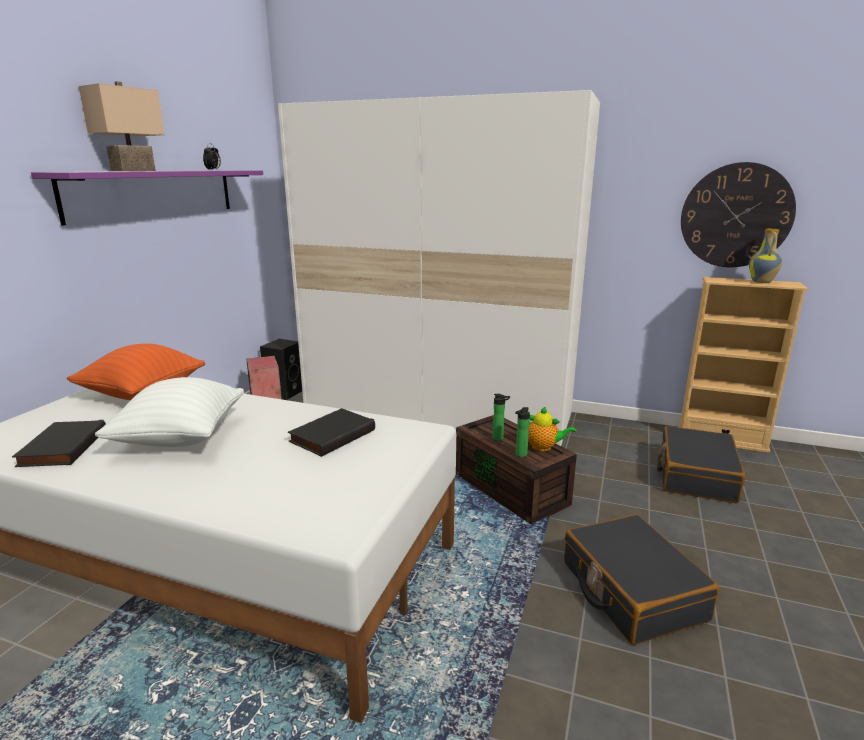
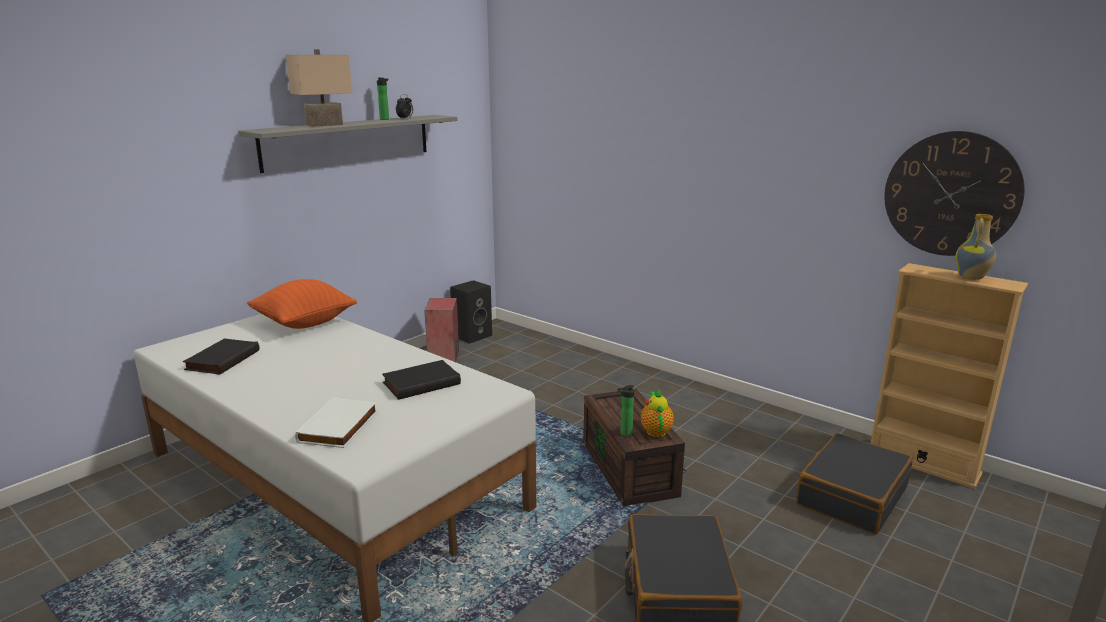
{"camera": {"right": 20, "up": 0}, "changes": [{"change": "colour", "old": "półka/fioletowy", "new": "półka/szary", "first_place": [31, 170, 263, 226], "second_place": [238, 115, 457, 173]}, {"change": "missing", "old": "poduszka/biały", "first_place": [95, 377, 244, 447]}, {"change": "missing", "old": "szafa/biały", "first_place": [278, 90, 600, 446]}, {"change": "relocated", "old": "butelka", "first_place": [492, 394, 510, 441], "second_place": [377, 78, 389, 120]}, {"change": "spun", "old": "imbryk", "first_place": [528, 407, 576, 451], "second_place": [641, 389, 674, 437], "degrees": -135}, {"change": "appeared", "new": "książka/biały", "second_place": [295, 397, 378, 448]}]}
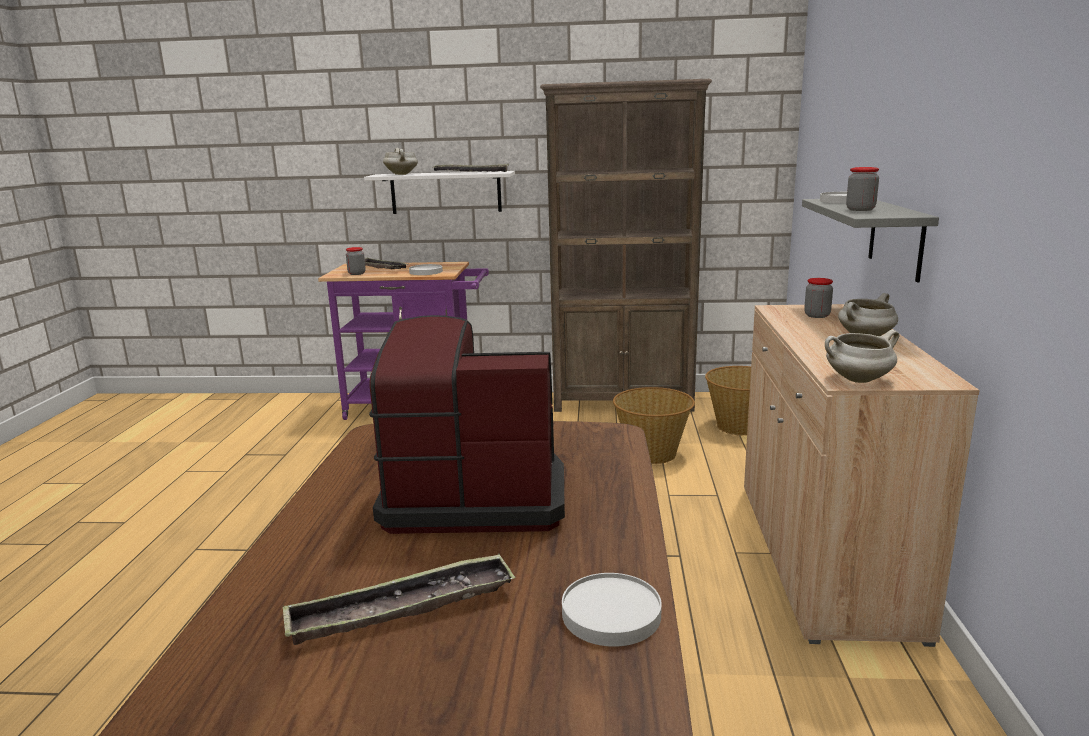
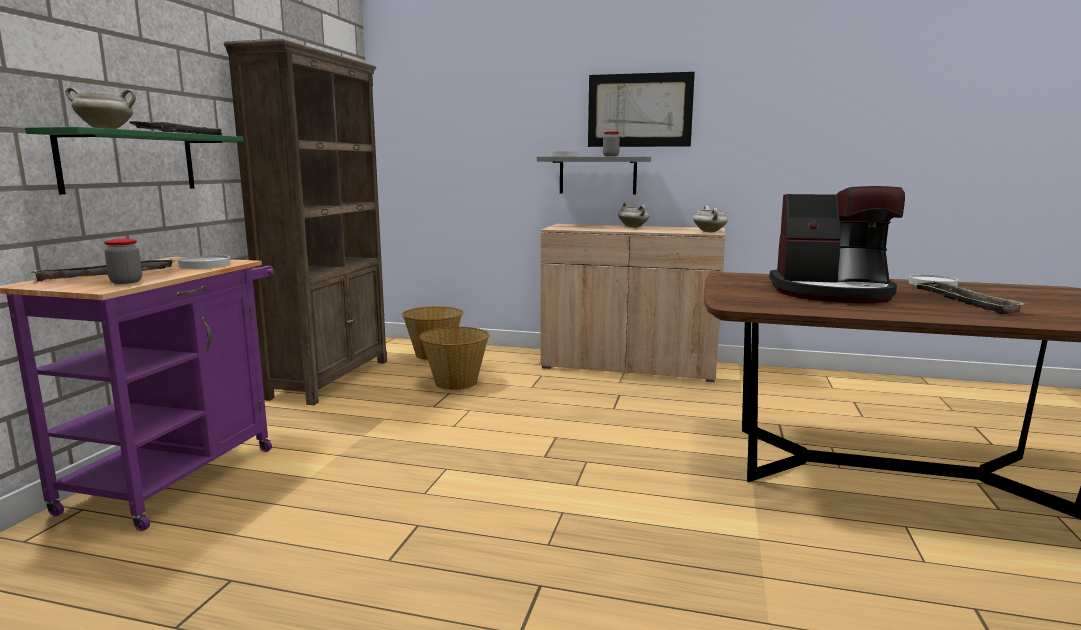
{"camera": {"right": -80, "up": -5}, "changes": [{"change": "colour", "old": "półka/biały", "new": "półka/zielony", "first_place": [364, 171, 515, 214], "second_place": [25, 127, 244, 194]}, {"change": "spun", "old": "ekspres do kawy", "first_place": [369, 315, 565, 534], "second_place": [769, 186, 905, 303], "degrees": -90}, {"change": "missing", "old": "słoik", "first_place": [804, 278, 833, 318]}, {"change": "appeared", "new": "obraz", "second_place": [588, 72, 695, 147]}]}
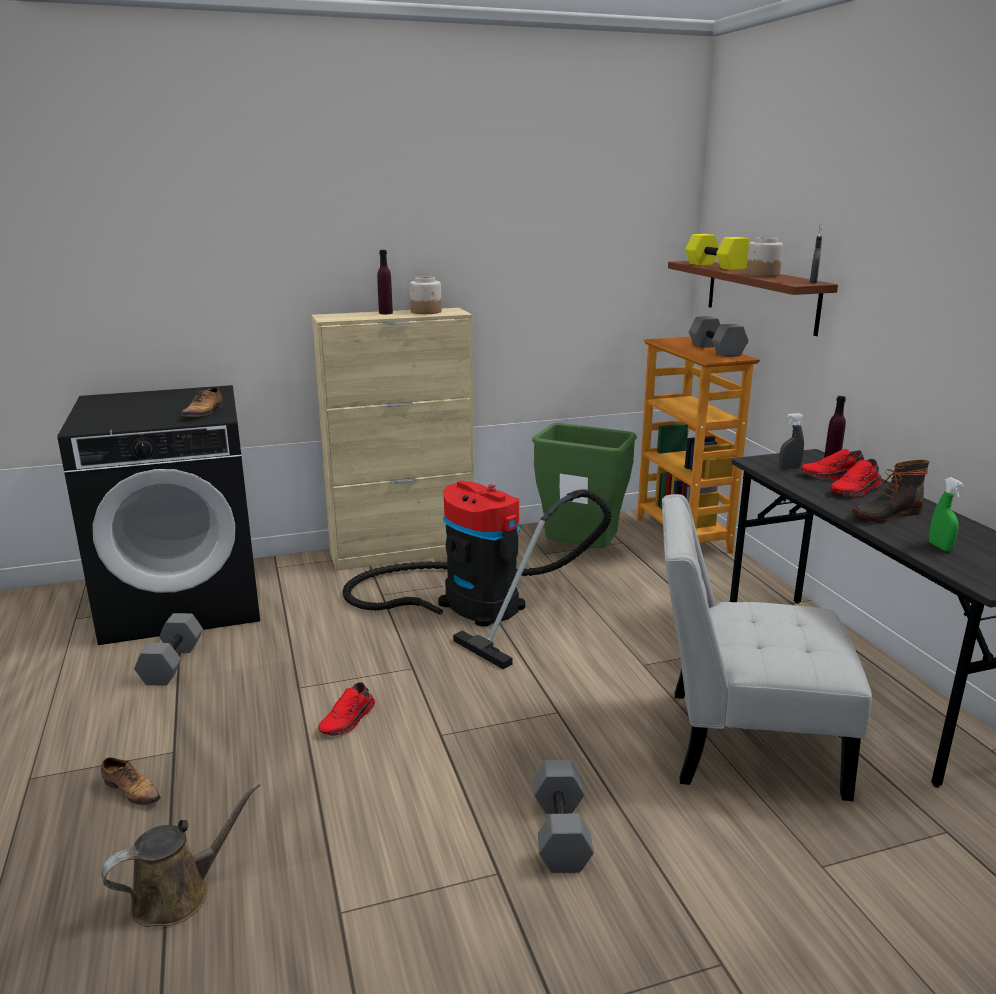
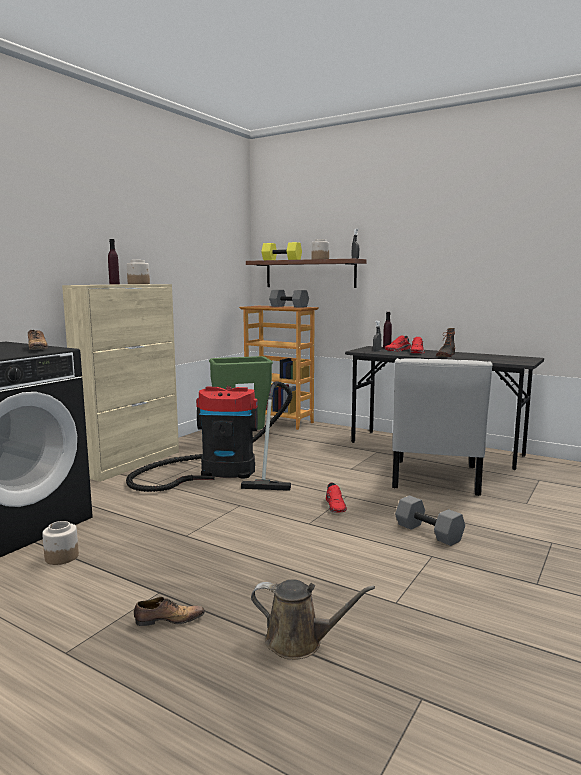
{"camera": {"right": -40, "up": -10}, "changes": [{"change": "spun", "old": "konewka/brązowy", "first_place": [101, 783, 260, 927], "second_place": [251, 579, 375, 660], "degrees": 90}, {"change": "exchanged", "old": "hantel/szary", "new": "słoik", "first_place": [134, 613, 203, 686], "second_place": [42, 521, 79, 565]}, {"change": "relocated", "old": "but/czerwony", "first_place": [318, 682, 375, 736], "second_place": [326, 483, 347, 513]}, {"change": "spun", "old": "krzesło/biały", "first_place": [662, 494, 872, 801], "second_place": [392, 358, 493, 496], "degrees": -45}, {"change": "missing", "old": "spryskiwacz/zielony", "first_place": [929, 477, 964, 551]}]}
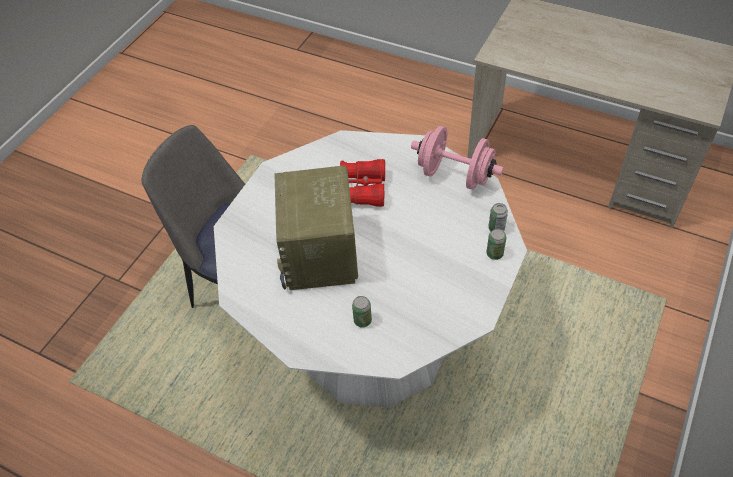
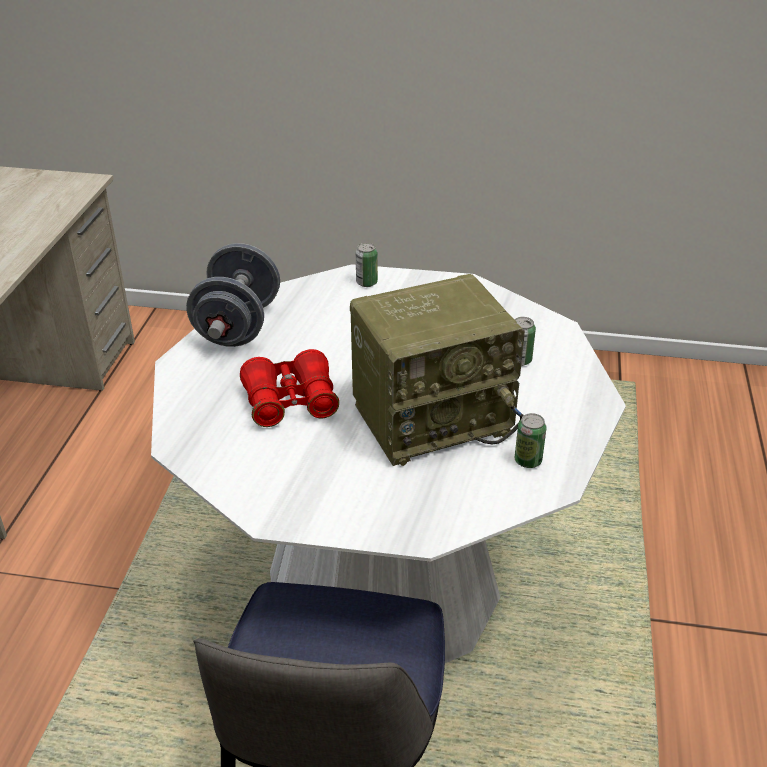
{"camera": {"right": -110, "up": -15}, "changes": [{"change": "colour", "old": "hantel/różowy", "new": "hantel/szary", "first_place": [411, 126, 504, 190], "second_place": [186, 243, 280, 347]}, {"change": "relocated", "old": "puszka", "first_place": [488, 203, 508, 231], "second_place": [514, 413, 547, 468]}]}
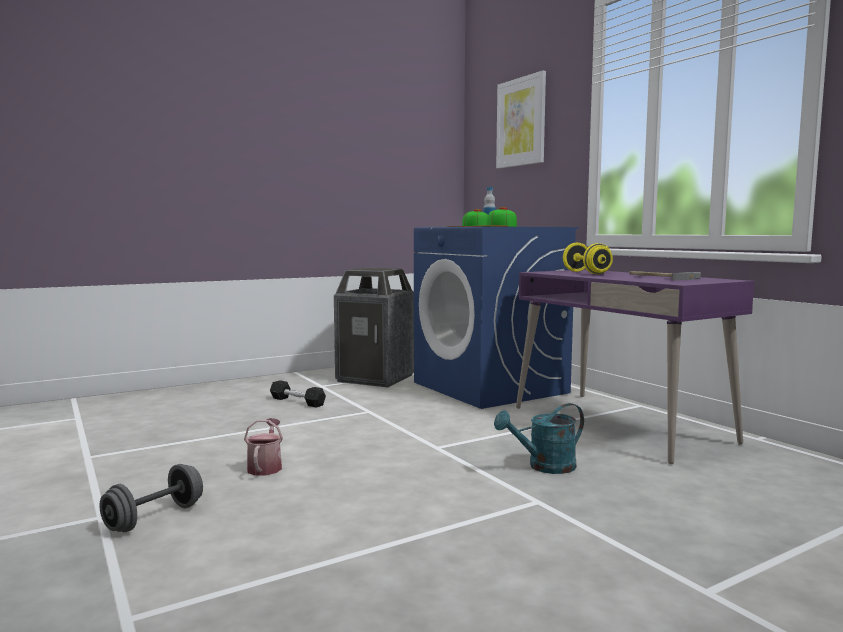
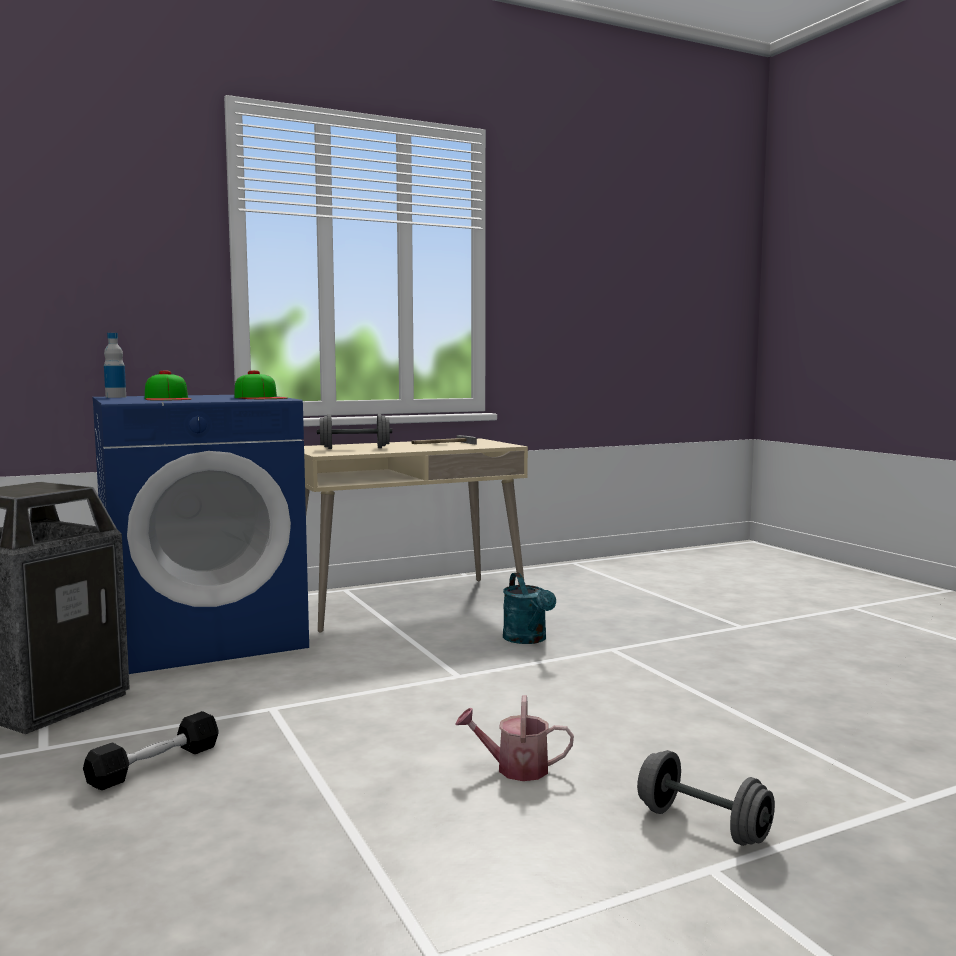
{"camera": {"right": -85, "up": 0}, "changes": [{"change": "missing", "old": "obraz", "first_place": [496, 70, 546, 169]}, {"change": "colour", "old": "biurko/fioletowy", "new": "biurko/beżowy", "first_place": [516, 270, 754, 464], "second_place": [304, 439, 528, 633]}, {"change": "colour", "old": "hantel/żółty", "new": "hantel/szary", "first_place": [563, 243, 613, 274], "second_place": [317, 414, 392, 449]}]}
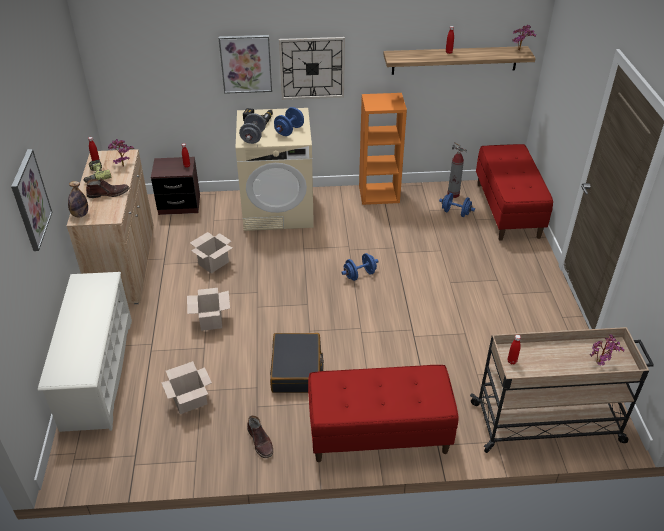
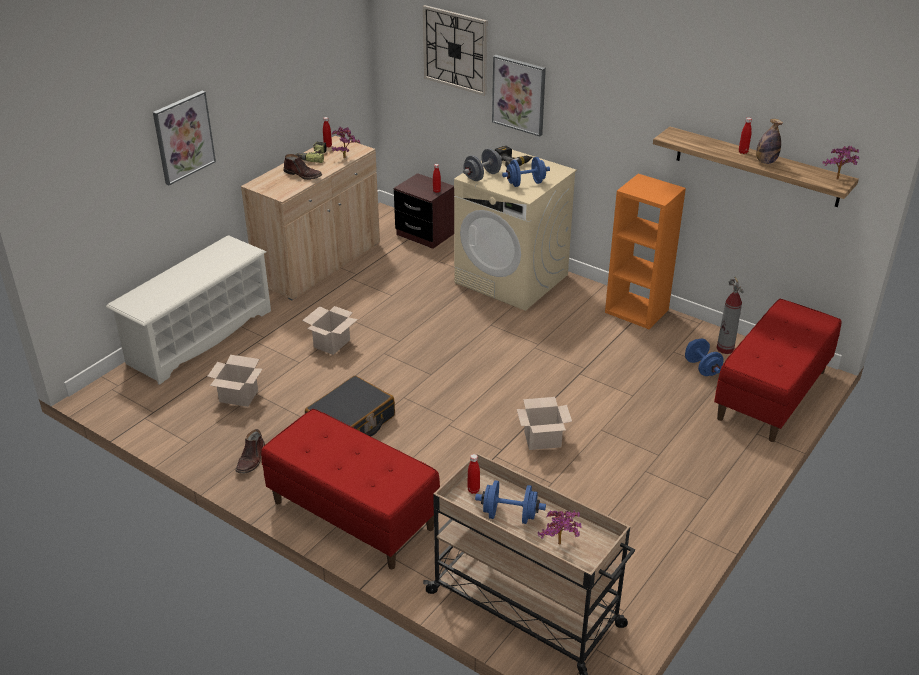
{"camera": {"right": 40, "up": -5}, "changes": [{"change": "relocated", "old": "butelka", "first_place": [68, 181, 88, 217], "second_place": [756, 119, 783, 164]}, {"change": "relocated", "old": "karton", "first_place": [190, 232, 233, 273], "second_place": [517, 397, 572, 450]}, {"change": "relocated", "old": "zegar ścienny", "first_place": [279, 37, 345, 100], "second_place": [423, 5, 487, 96]}, {"change": "relocated", "old": "hantel/niebieski", "first_place": [341, 253, 379, 281], "second_place": [475, 480, 546, 524]}]}
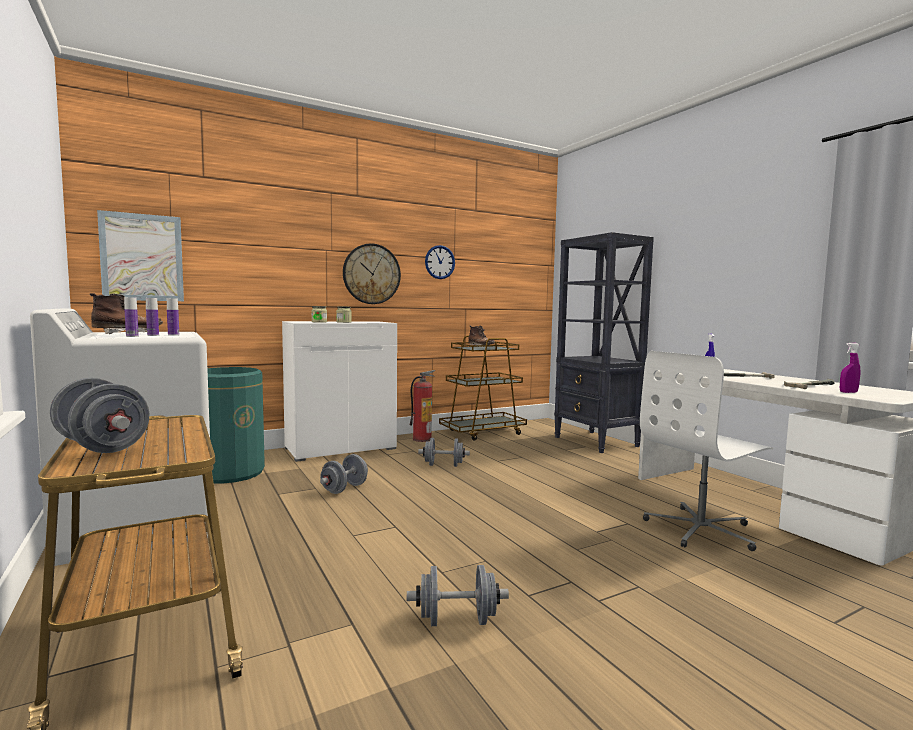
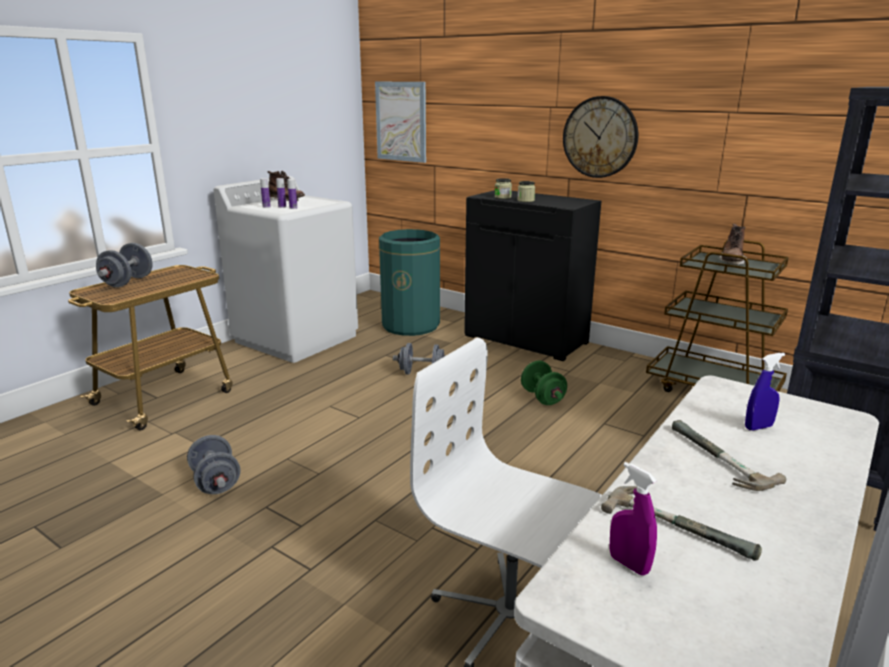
{"camera": {"right": 65, "up": 15}, "changes": [{"change": "colour", "old": "szafka/biały", "new": "szafka/czarny", "first_place": [282, 321, 397, 462], "second_place": [464, 190, 601, 361]}, {"change": "missing", "old": "gaśnica", "first_place": [410, 370, 435, 442]}, {"change": "colour", "old": "hantel/szary", "new": "hantel/zielony", "first_place": [418, 438, 470, 467], "second_place": [521, 361, 567, 405]}, {"change": "missing", "old": "zegar ścienny", "first_place": [425, 245, 455, 279]}]}
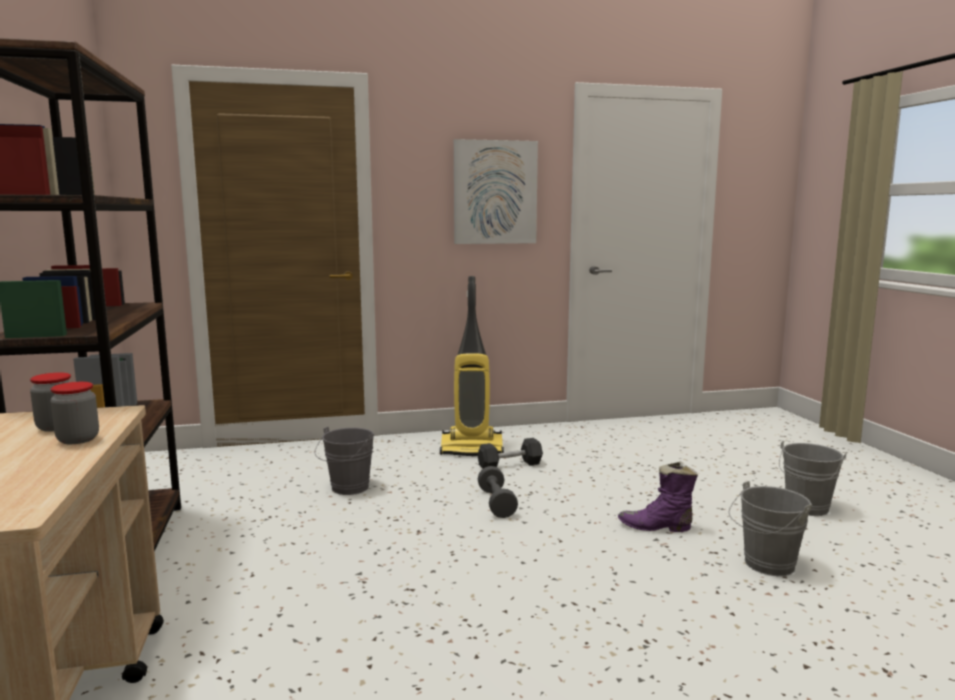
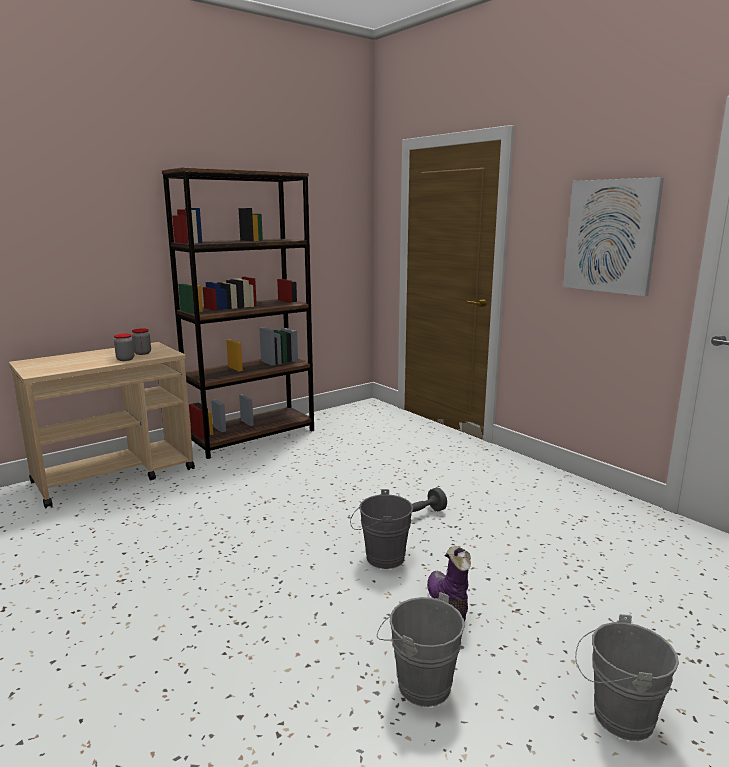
{"camera": {"right": 65, "up": 5}, "changes": [{"change": "relocated", "old": "wiadro/szary", "first_place": [315, 427, 374, 495], "second_place": [350, 489, 413, 569]}, {"change": "missing", "old": "odkurzacz", "first_place": [440, 276, 504, 456]}, {"change": "missing", "old": "hantel/czarny", "first_place": [477, 438, 543, 469]}]}
